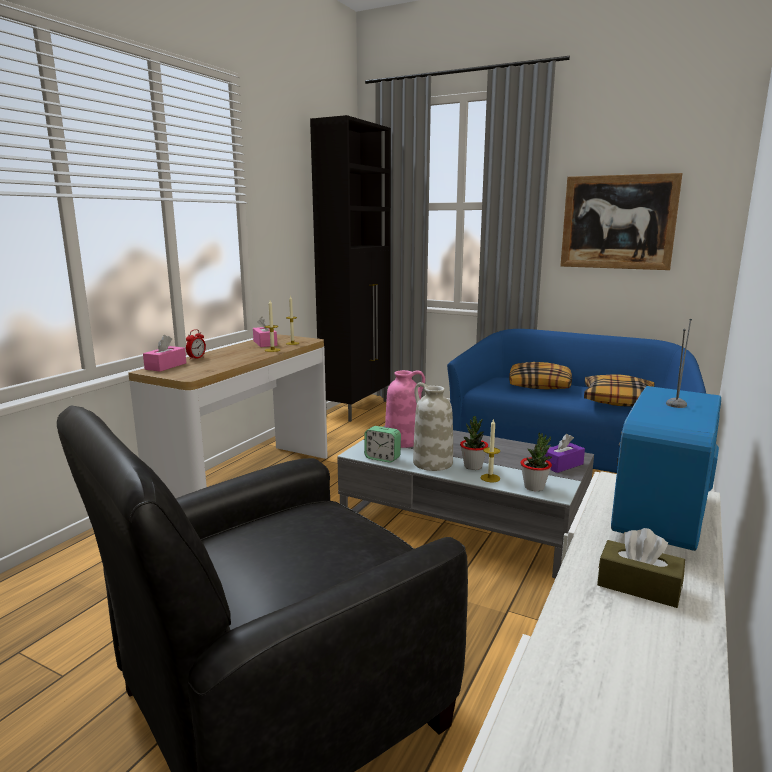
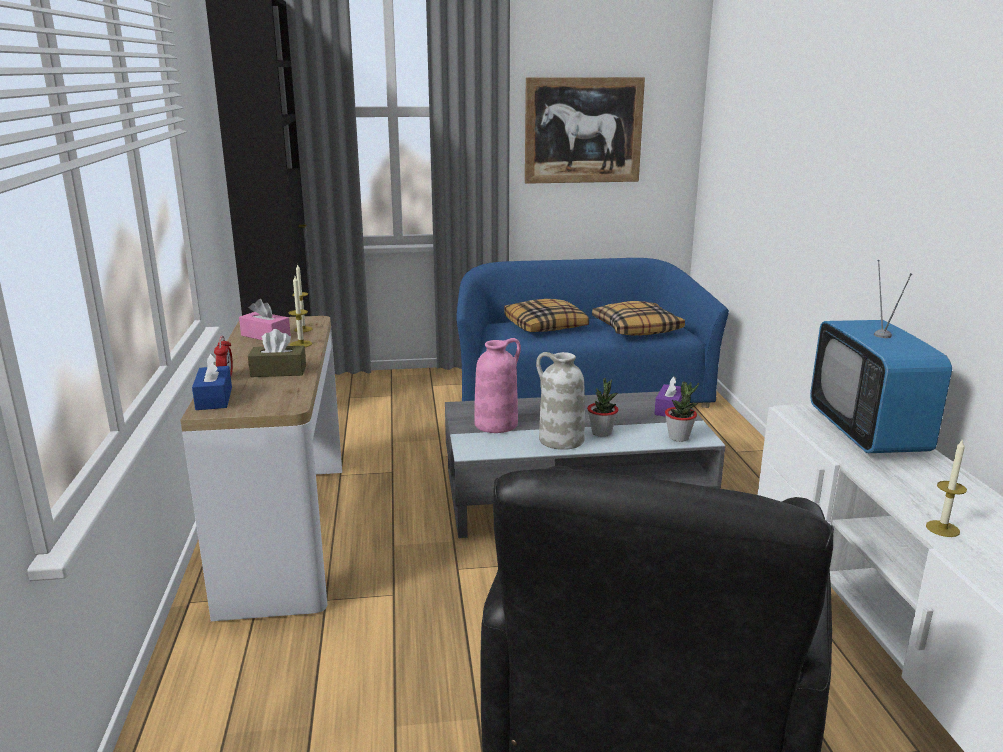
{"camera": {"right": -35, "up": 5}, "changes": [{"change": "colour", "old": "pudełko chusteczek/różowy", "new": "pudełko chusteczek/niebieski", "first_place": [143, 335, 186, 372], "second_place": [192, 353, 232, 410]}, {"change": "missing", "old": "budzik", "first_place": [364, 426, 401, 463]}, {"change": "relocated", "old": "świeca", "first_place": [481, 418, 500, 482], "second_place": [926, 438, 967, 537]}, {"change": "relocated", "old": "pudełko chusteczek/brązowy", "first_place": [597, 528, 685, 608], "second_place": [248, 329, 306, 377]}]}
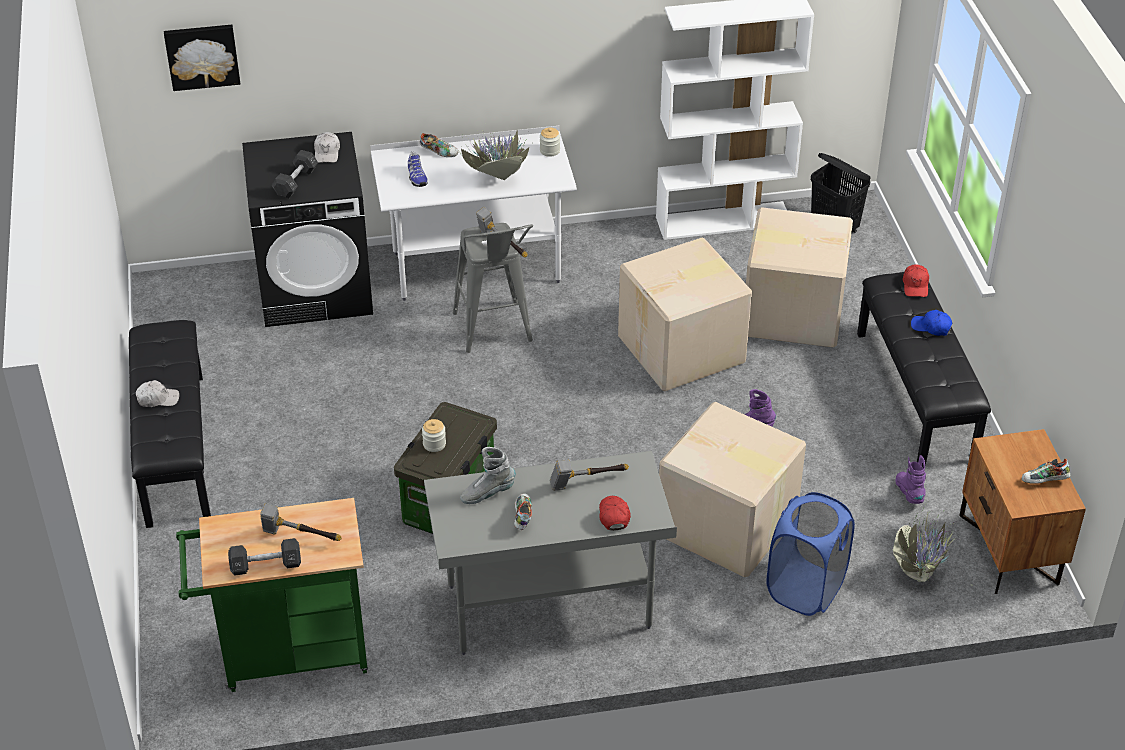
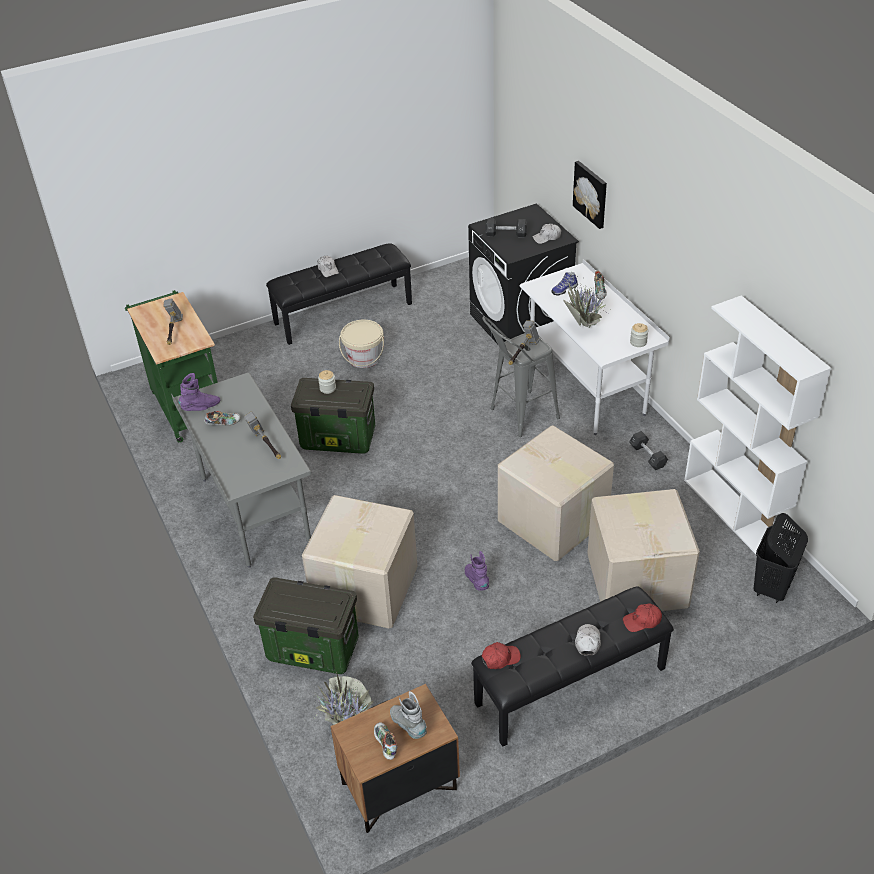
{"camera": {"right": 75, "up": 0}, "changes": [{"change": "relocated", "old": "obraz", "first_place": [164, 25, 240, 91], "second_place": [573, 161, 607, 229]}, {"change": "relocated", "old": "hantel/czarny", "first_place": [228, 538, 301, 576], "second_place": [629, 431, 668, 470]}, {"change": "relocated", "old": "but z cholewką/szary", "first_place": [460, 447, 516, 504], "second_place": [390, 691, 427, 739]}, {"change": "relocated", "old": "czapka z daszkiem/czerwony", "first_place": [599, 496, 631, 531], "second_place": [482, 642, 521, 669]}, {"change": "exchanged", "old": "kosz na pranie/niebieski", "new": "pojemnik do przechowywania", "first_place": [767, 492, 855, 616], "second_place": [253, 577, 359, 674]}, {"change": "relocated", "old": "but z cholewką/fioletowy", "first_place": [895, 455, 926, 504], "second_place": [178, 373, 220, 411]}, {"change": "colour", "old": "czapka z daszkiem/niebieski", "new": "czapka z daszkiem/biały", "first_place": [911, 310, 952, 336], "second_place": [575, 624, 601, 656]}, {"change": "appeared", "new": "wiadro/beżowy", "second_place": [339, 320, 384, 368]}]}
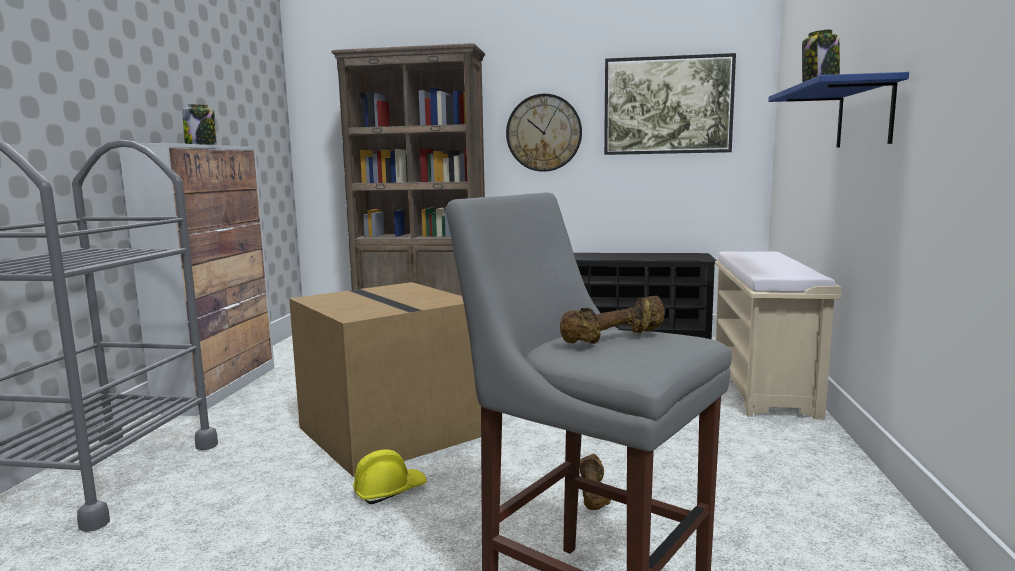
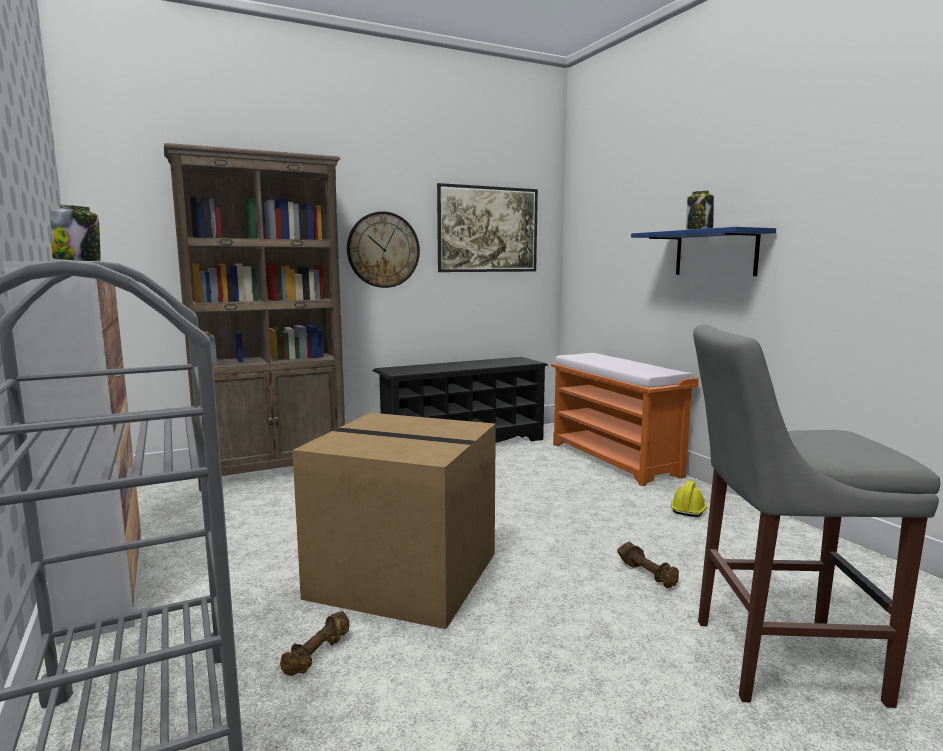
{"camera": {"right": -35, "up": 0}, "changes": [{"change": "relocated", "old": "kask/żółty", "first_place": [353, 450, 427, 504], "second_place": [671, 480, 707, 517]}, {"change": "relocated", "old": "hantel/brązowy", "first_place": [560, 296, 665, 343], "second_place": [280, 611, 350, 676]}, {"change": "colour", "old": "ławka/beżowy", "new": "ławka/pomarańczowy", "first_place": [715, 251, 841, 419], "second_place": [551, 353, 699, 486]}]}
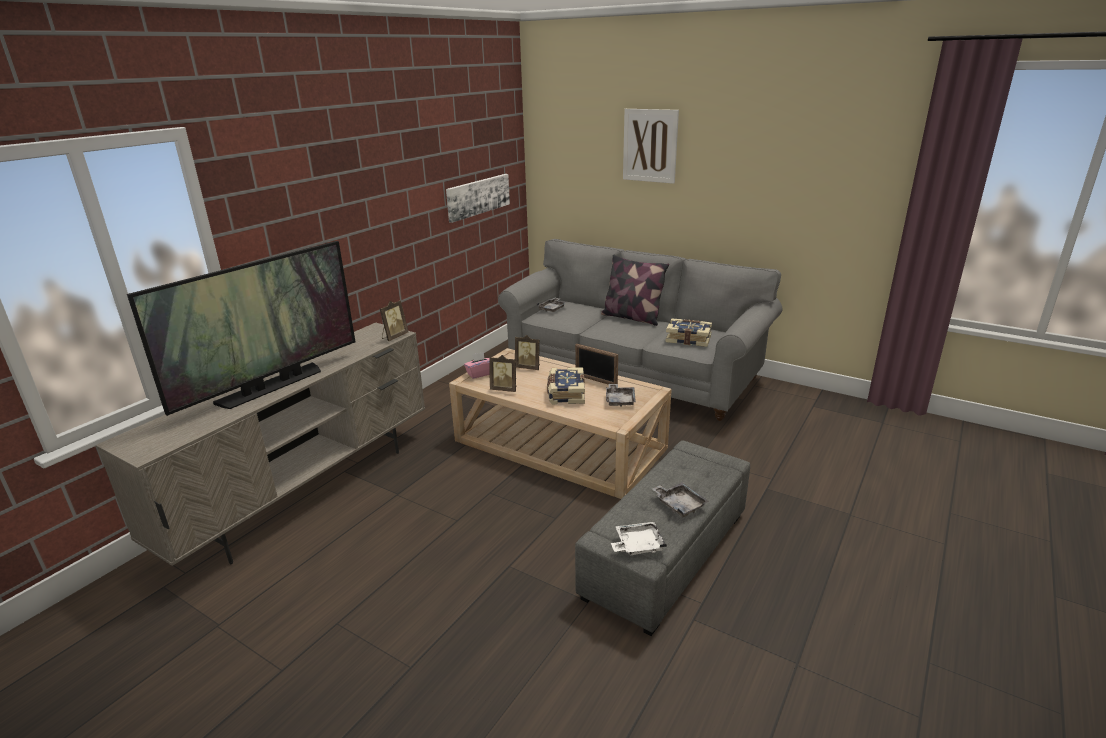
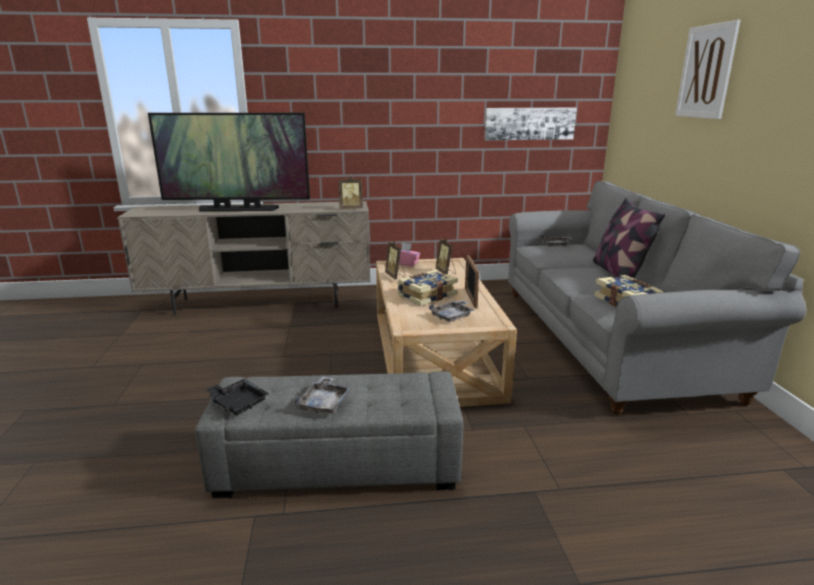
{"camera": {"right": 50, "up": -5}, "changes": [{"change": "colour", "old": "taca/biały", "new": "taca/czarny", "first_place": [611, 522, 667, 555], "second_place": [206, 379, 269, 415]}]}
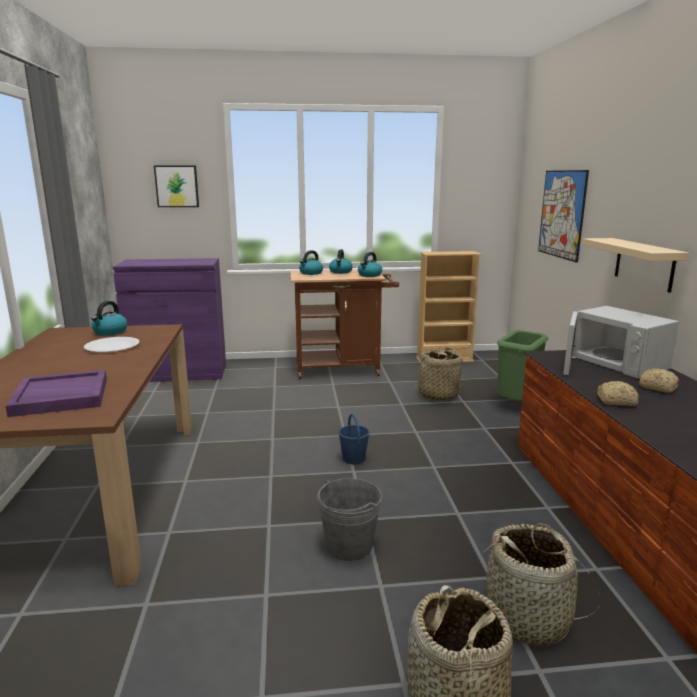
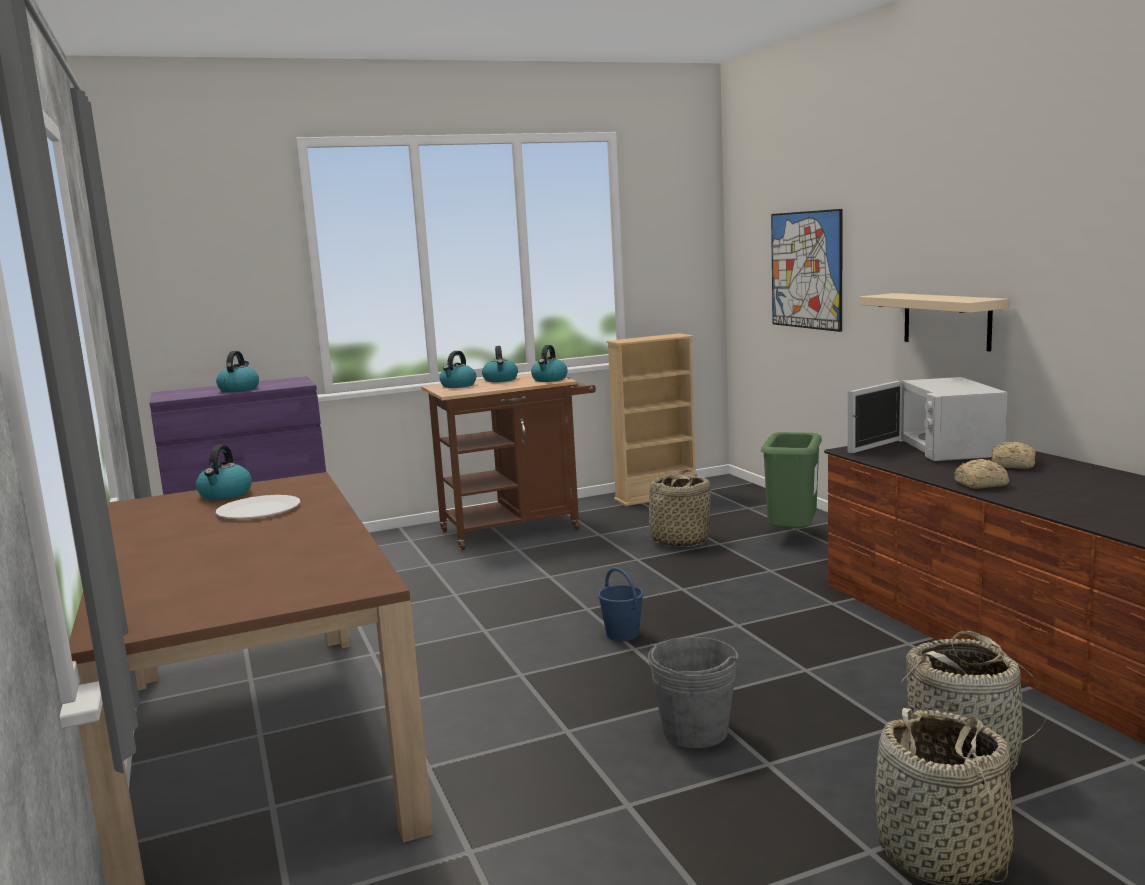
{"camera": {"right": -15, "up": -5}, "changes": [{"change": "missing", "old": "taca/fioletowy", "first_place": [5, 370, 107, 417]}, {"change": "missing", "old": "obraz", "first_place": [154, 165, 199, 207]}, {"change": "spun", "old": "mikrofalówka/biały", "first_place": [563, 306, 679, 379], "second_place": [848, 377, 1007, 461], "degrees": 45}, {"change": "appeared", "new": "czajnik", "second_place": [216, 351, 259, 392]}]}
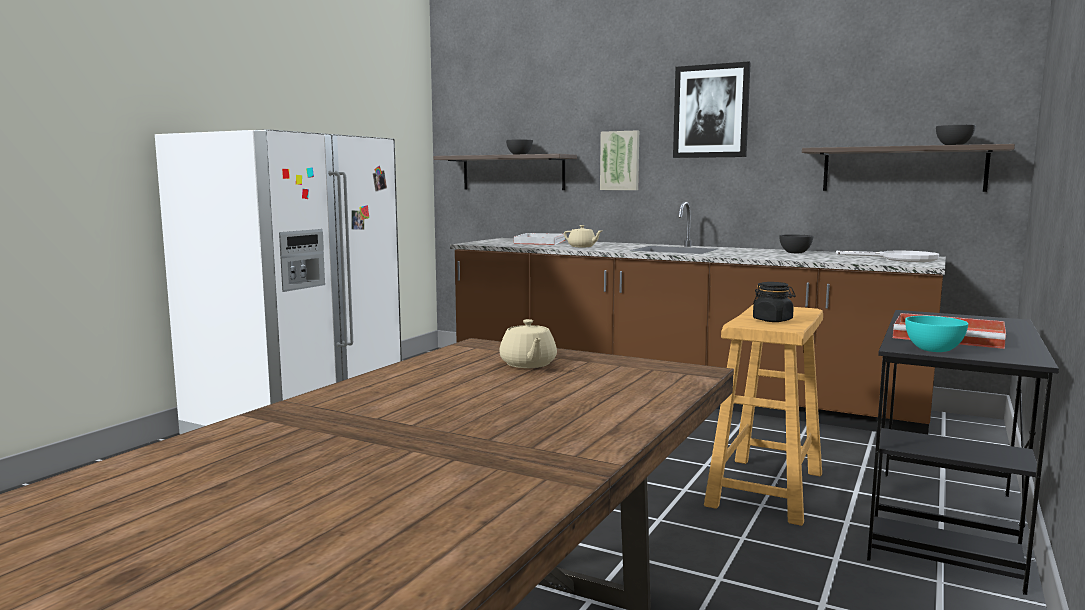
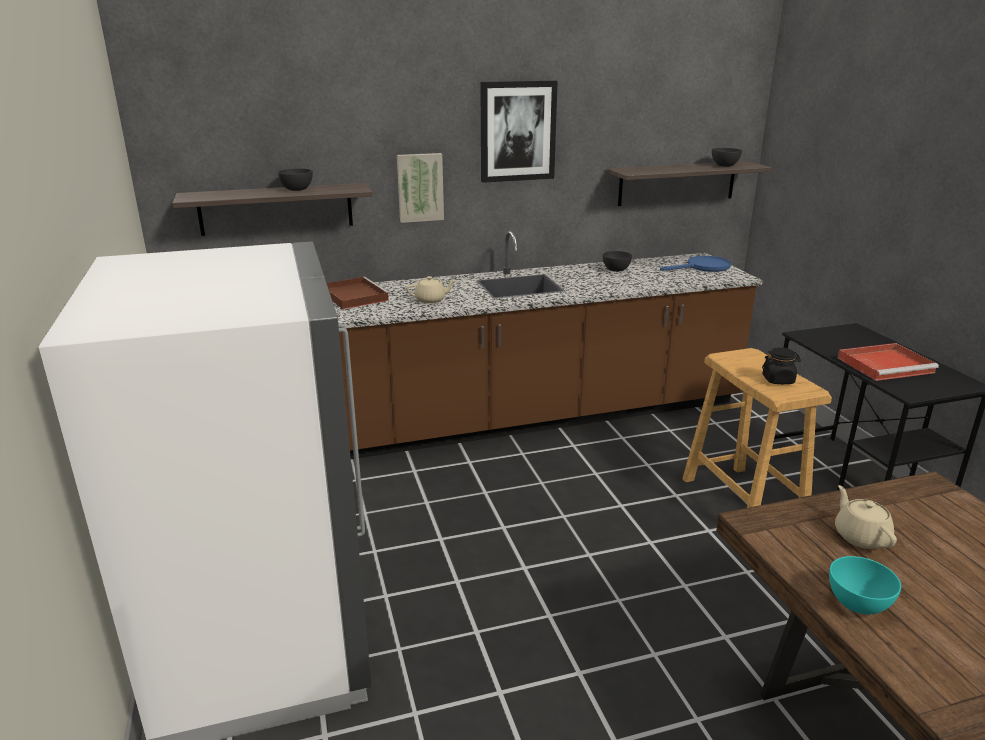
{"camera": {"right": -45, "up": 15}, "changes": [{"change": "spun", "old": "imbryk/beżowy", "first_place": [499, 319, 557, 368], "second_place": [835, 485, 897, 549], "degrees": -135}, {"change": "colour", "old": "taca/biały", "new": "taca/brązowy", "first_place": [514, 233, 567, 245], "second_place": [327, 277, 390, 309]}, {"change": "colour", "old": "patelnia/biały", "new": "patelnia/niebieski", "first_place": [836, 251, 939, 262], "second_place": [660, 256, 731, 272]}, {"change": "relocated", "old": "miska/turkusowy", "first_place": [905, 316, 968, 352], "second_place": [829, 556, 901, 614]}]}
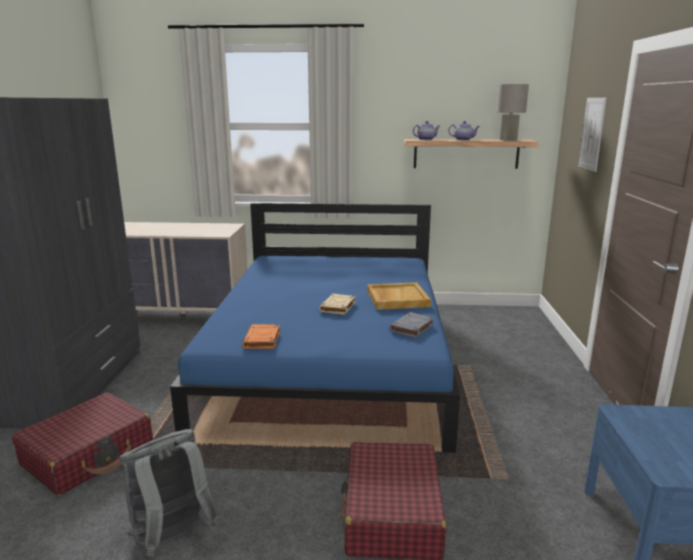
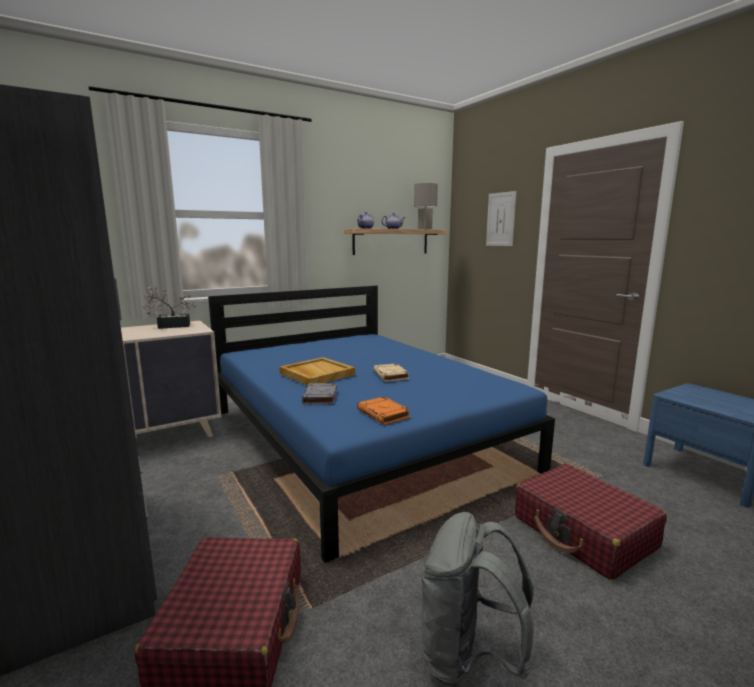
{"camera": {"right": -35, "up": -5}, "changes": [{"change": "relocated", "old": "taca/beżowy", "first_place": [367, 282, 431, 310], "second_place": [279, 357, 355, 386]}, {"change": "relocated", "old": "książka/szary", "first_place": [389, 312, 434, 338], "second_place": [302, 383, 337, 405]}, {"change": "appeared", "new": "roślina doniczkowa", "second_place": [143, 286, 196, 329]}]}
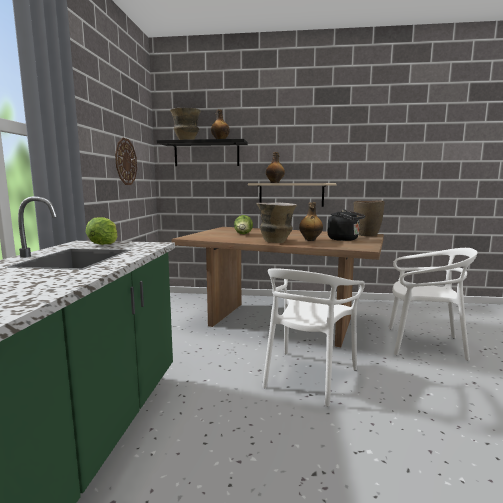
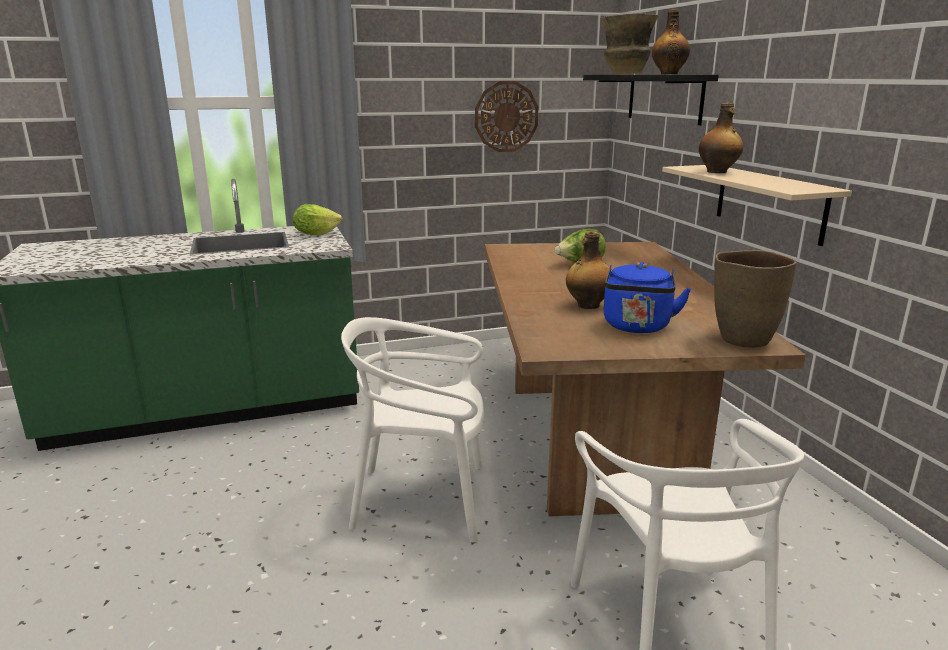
{"camera": {"right": 65, "up": 10}, "changes": [{"change": "missing", "old": "wazon", "first_place": [256, 202, 297, 243]}, {"change": "colour", "old": "czajnik/czarny", "new": "czajnik/niebieski", "first_place": [327, 210, 366, 241], "second_place": [603, 262, 691, 333]}]}
